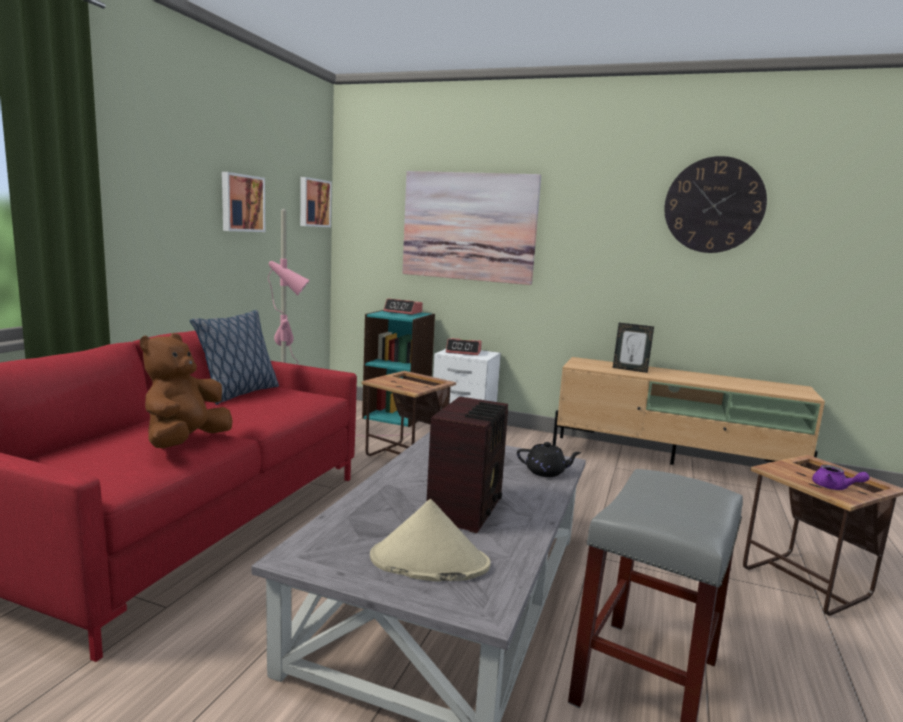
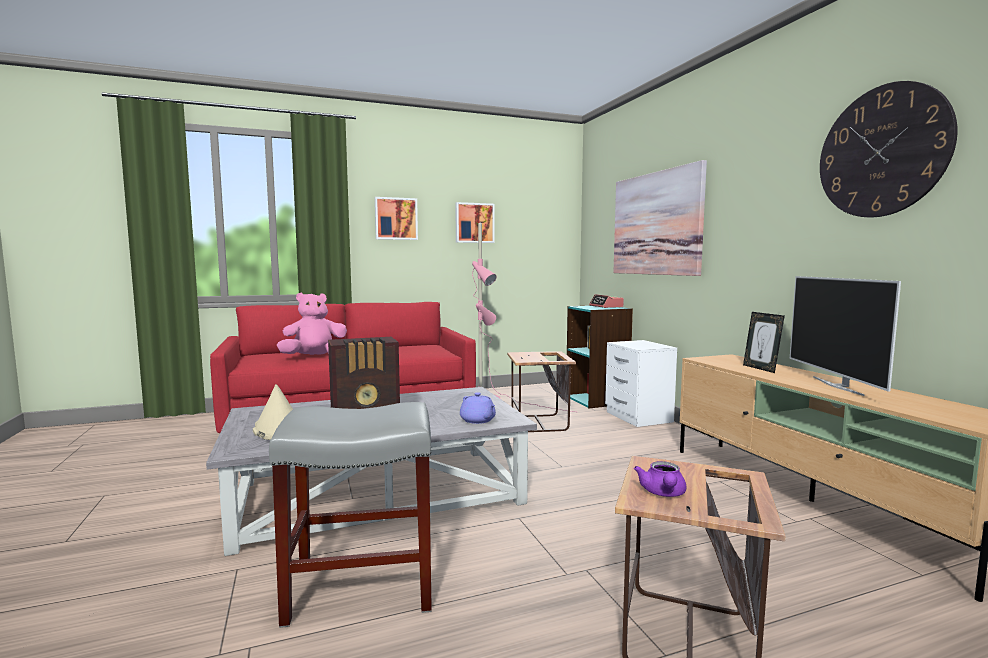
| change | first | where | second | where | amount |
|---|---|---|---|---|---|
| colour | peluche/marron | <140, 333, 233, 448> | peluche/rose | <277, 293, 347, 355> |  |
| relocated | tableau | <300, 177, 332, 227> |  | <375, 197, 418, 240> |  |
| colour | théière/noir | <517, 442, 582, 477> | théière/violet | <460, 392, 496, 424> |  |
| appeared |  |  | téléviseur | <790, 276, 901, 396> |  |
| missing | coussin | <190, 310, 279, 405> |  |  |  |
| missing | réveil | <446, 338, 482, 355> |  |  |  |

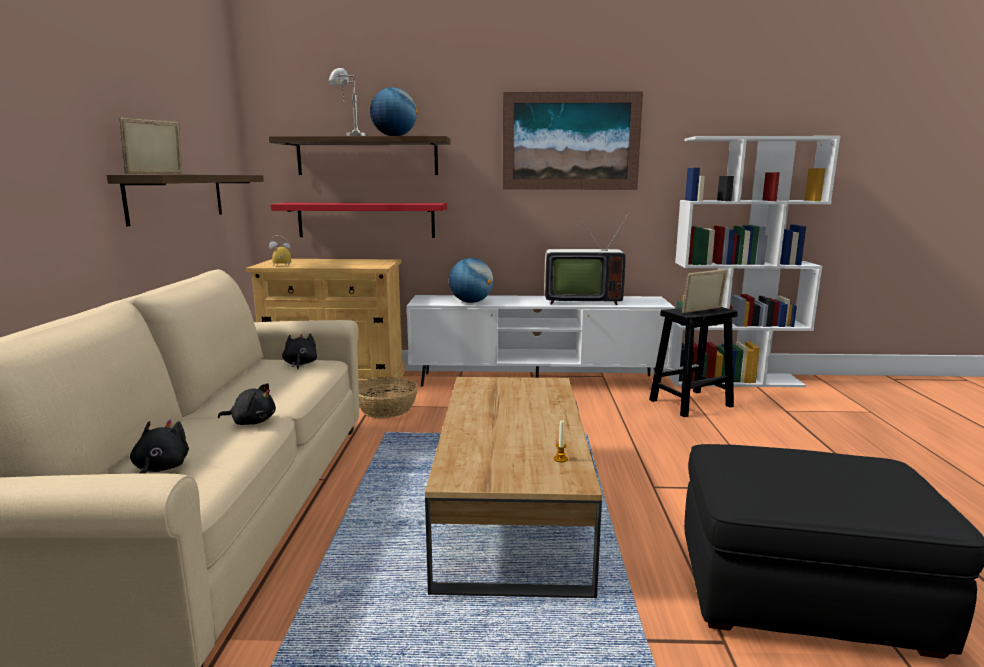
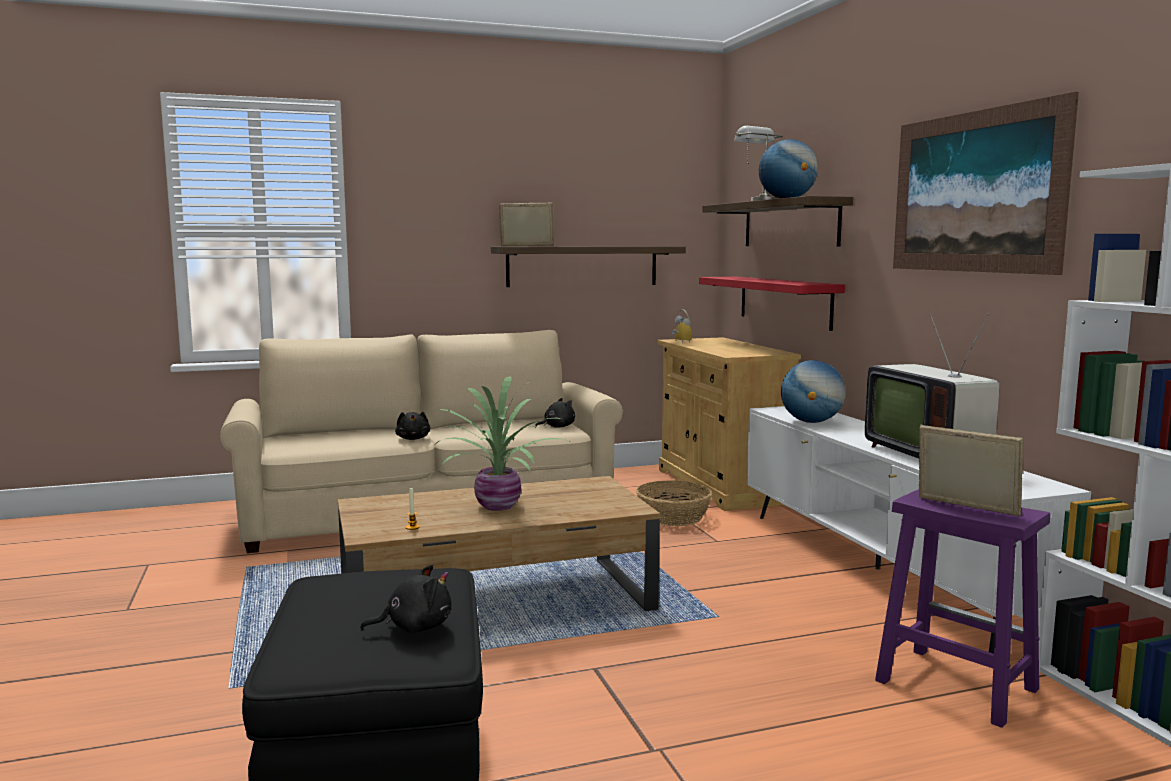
| change | first | where | second | where | amount |
|---|---|---|---|---|---|
| relocated | peluche/noir | <130, 420, 189, 473> |  | <360, 564, 452, 633> |  |
| appeared |  |  | plante en pot | <437, 376, 574, 511> |  |
| colour | tabouret/noir | <649, 307, 738, 417> | tabouret/violet | <875, 489, 1050, 728> |  |

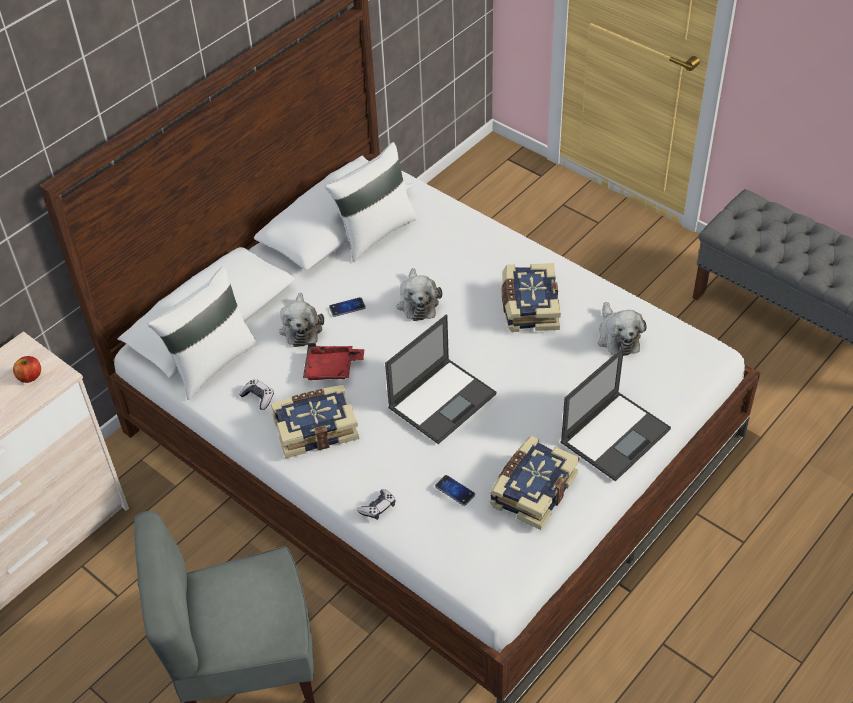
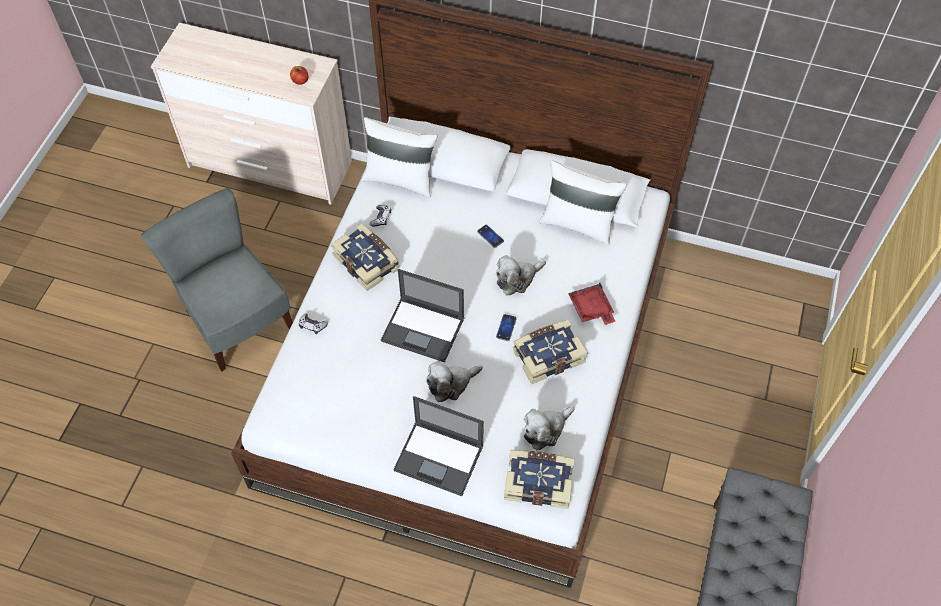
| change | first | where | second | where | amount |
|---|---|---|---|---|---|
| relocated | peluche | <279, 293, 324, 347> |  | <426, 361, 483, 402> |  |
| relocated | téléphone | <435, 475, 475, 506> |  | <496, 314, 517, 341> |  |
| relocated | livre | <490, 436, 579, 530> |  | <504, 450, 574, 509> |  |
| relocated | plateau/rouge | <303, 343, 364, 380> |  | <568, 283, 615, 325> |  |

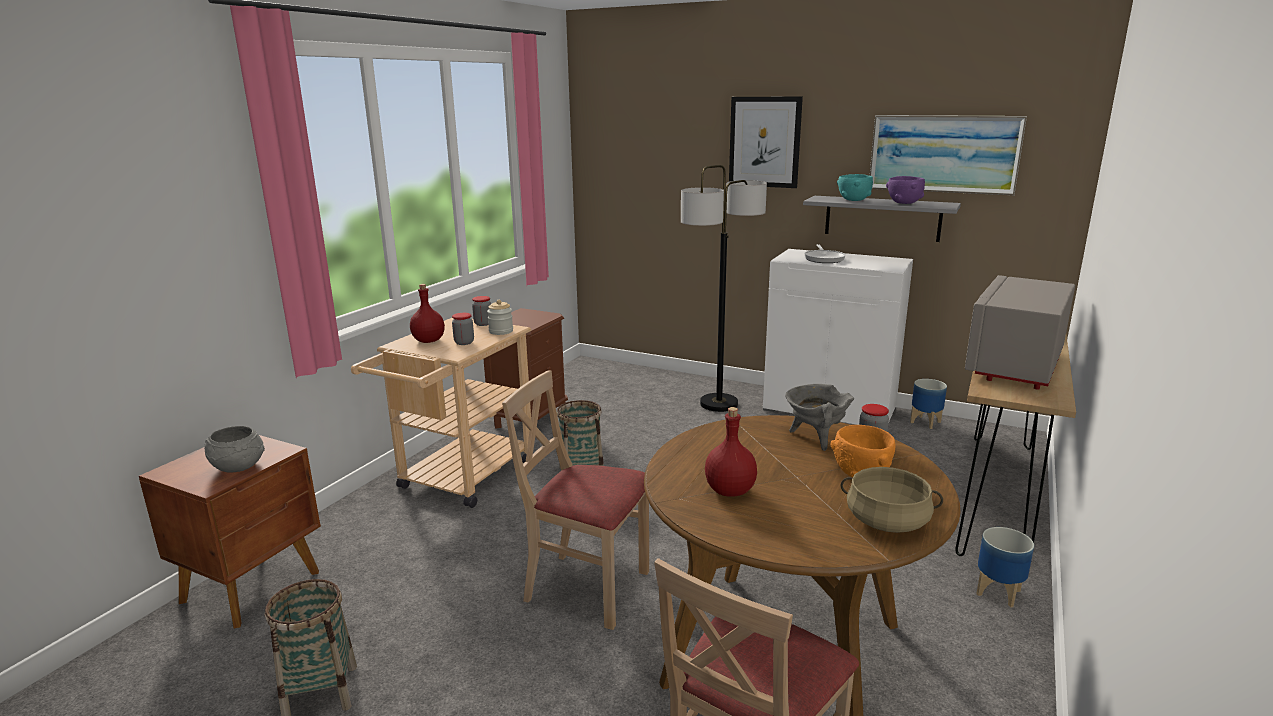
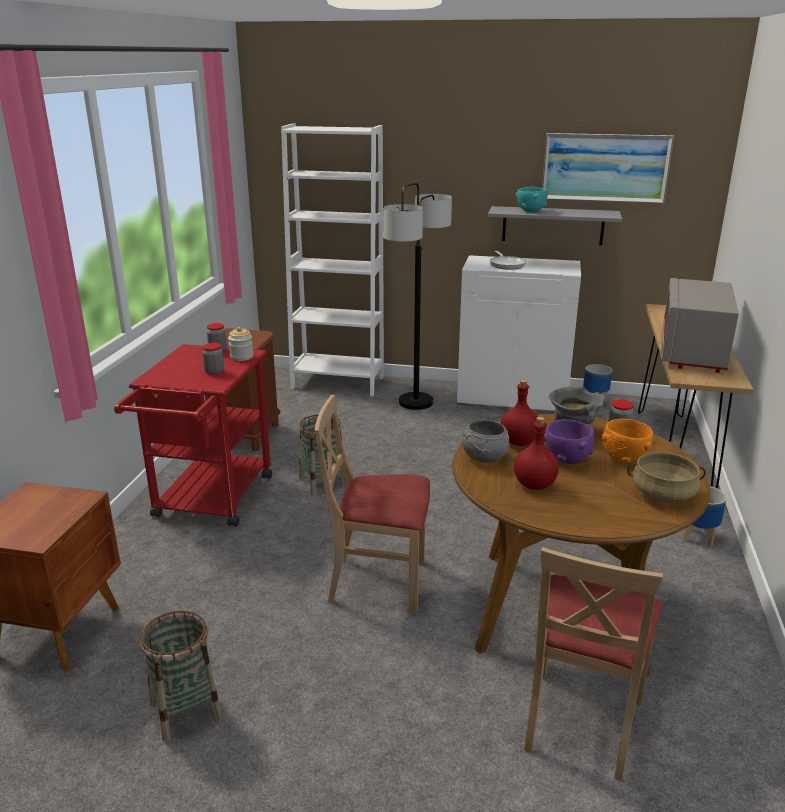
| change | first | where | second | where | amount |
|---|---|---|---|---|---|
| colour | chariot/beige | <351, 318, 531, 508> | chariot/rouge | <114, 344, 272, 527> |  |
| appeared |  |  | bibliothèque/blanc | <281, 123, 384, 396> |  |
| relocated | bol/gris | <204, 426, 265, 472> |  | <462, 420, 509, 463> |  |
| relocated | bouteille/rouge | <410, 284, 445, 343> |  | <501, 380, 538, 446> |  |
| relocated | bol/violet | <886, 176, 925, 204> |  | <544, 419, 594, 464> |  |
| missing | tableau | <729, 96, 803, 188> |  |  |  |

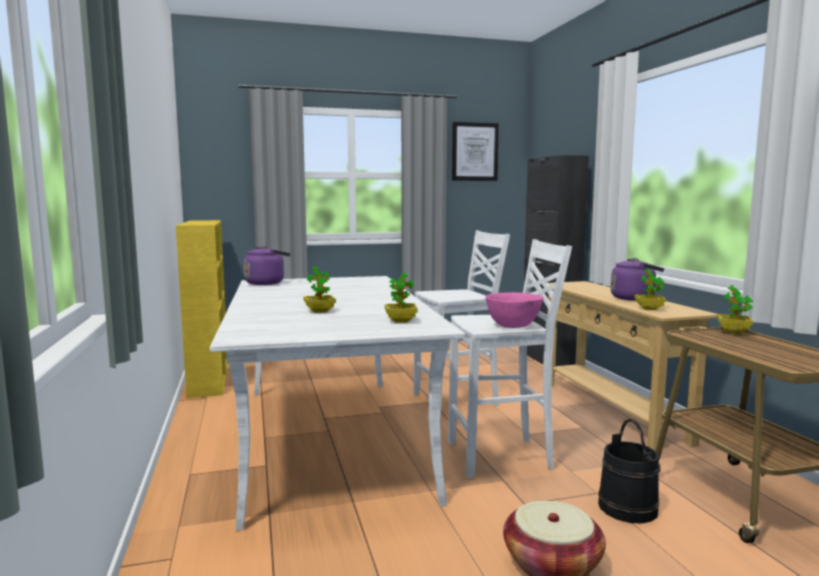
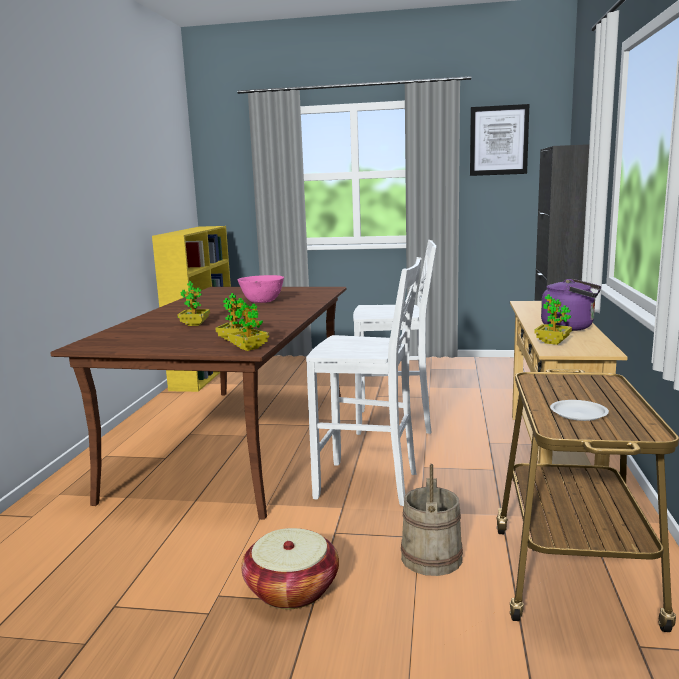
| change | first | where | second | where | amount |
|---|---|---|---|---|---|
| colour | table à manger/blanc | <210, 276, 465, 531> | table à manger/marron | <50, 287, 347, 520> |  |
| relocated | plante en pot | <717, 285, 753, 333> |  | <228, 298, 269, 351> |  |
| relocated | bol/rose | <485, 292, 543, 328> |  | <238, 275, 284, 303> |  |
| colour | seau/noir | <598, 419, 659, 524> | seau/beige | <401, 464, 463, 576> |  |
| appeared |  |  | assiette/blanc | <550, 400, 609, 421> |  |
| missing | bouilloire/violet | <244, 246, 291, 285> |  |  |  |

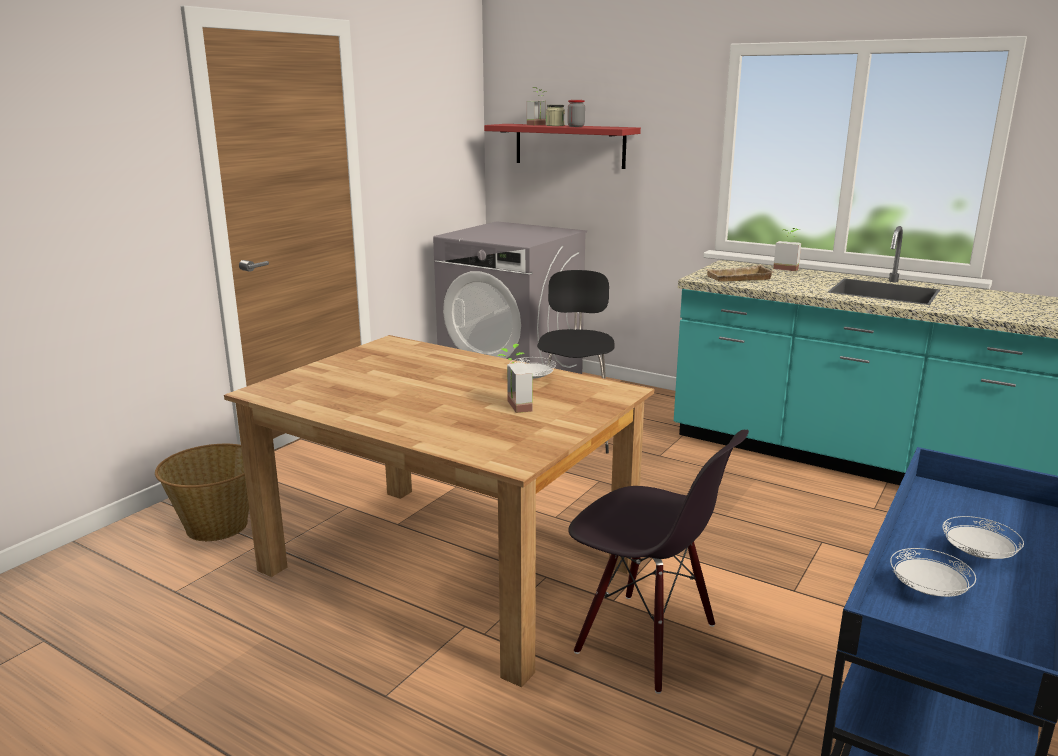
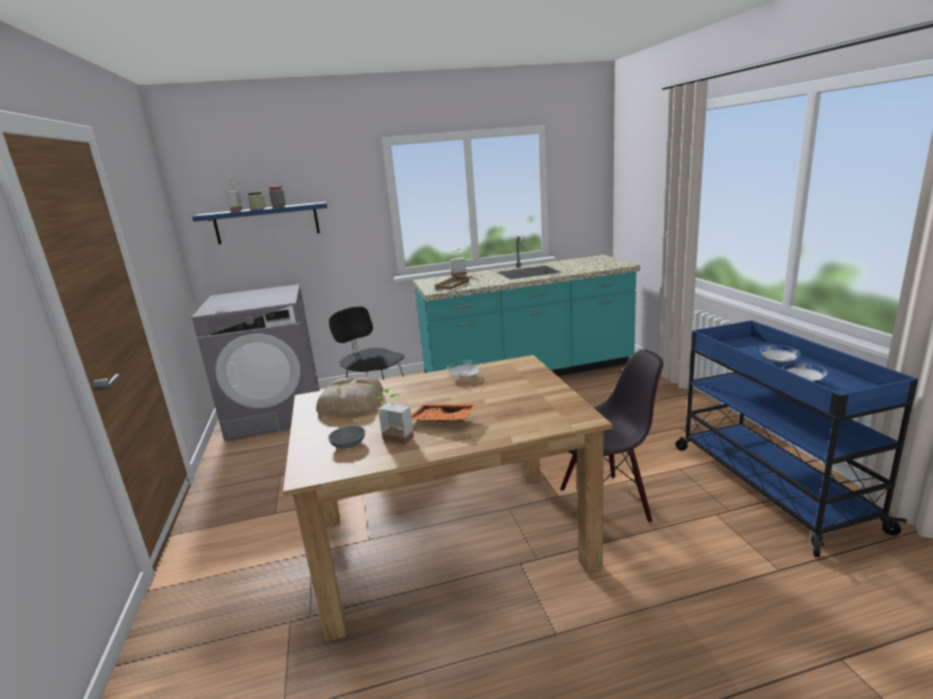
| change | first | where | second | where | amount |
|---|---|---|---|---|---|
| colour | étagère/rouge | <484, 124, 641, 169> | étagère/bleu | <192, 202, 327, 244> |  |
| appeared |  |  | pain | <316, 377, 383, 416> |  |
| appeared |  |  | bol/gris | <328, 426, 365, 449> |  |
| relocated | plante en pot | <498, 344, 533, 413> |  | <376, 389, 414, 444> |  |
| appeared |  |  | plateau/orange | <411, 403, 478, 422> |  |
| missing | panier | <155, 444, 249, 541> |  |  |  |

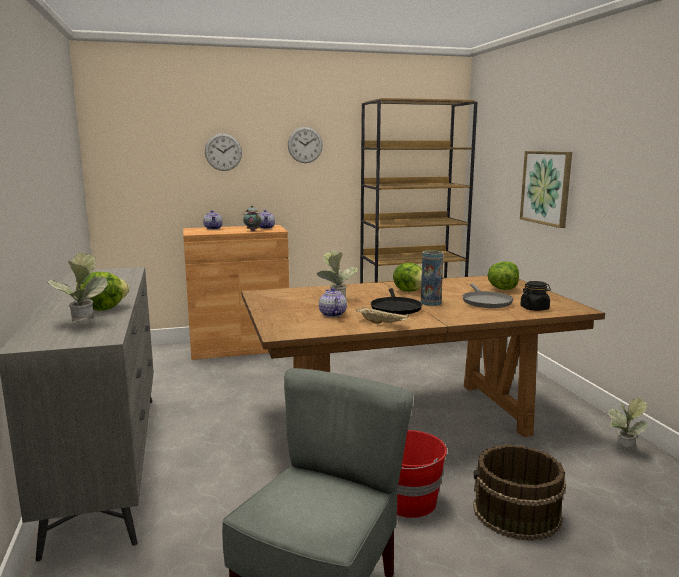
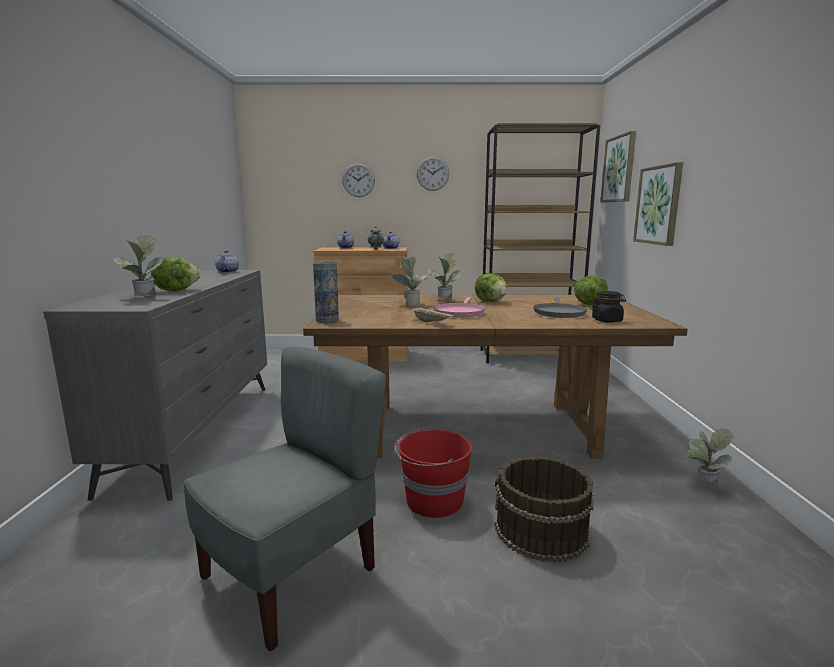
| change | first | where | second | where | amount |
|---|---|---|---|---|---|
| relocated | théière | <319, 288, 347, 317> |  | <215, 250, 239, 273> |  |
| relocated | vase | <421, 250, 444, 306> |  | <313, 262, 339, 323> |  |
| appeared |  |  | plante en pot | <428, 253, 462, 299> |  |
| colour | poêle/noir | <371, 288, 422, 315> | poêle/rose | <434, 297, 485, 317> |  |
| appeared |  |  | tableau | <600, 131, 636, 202> |  |

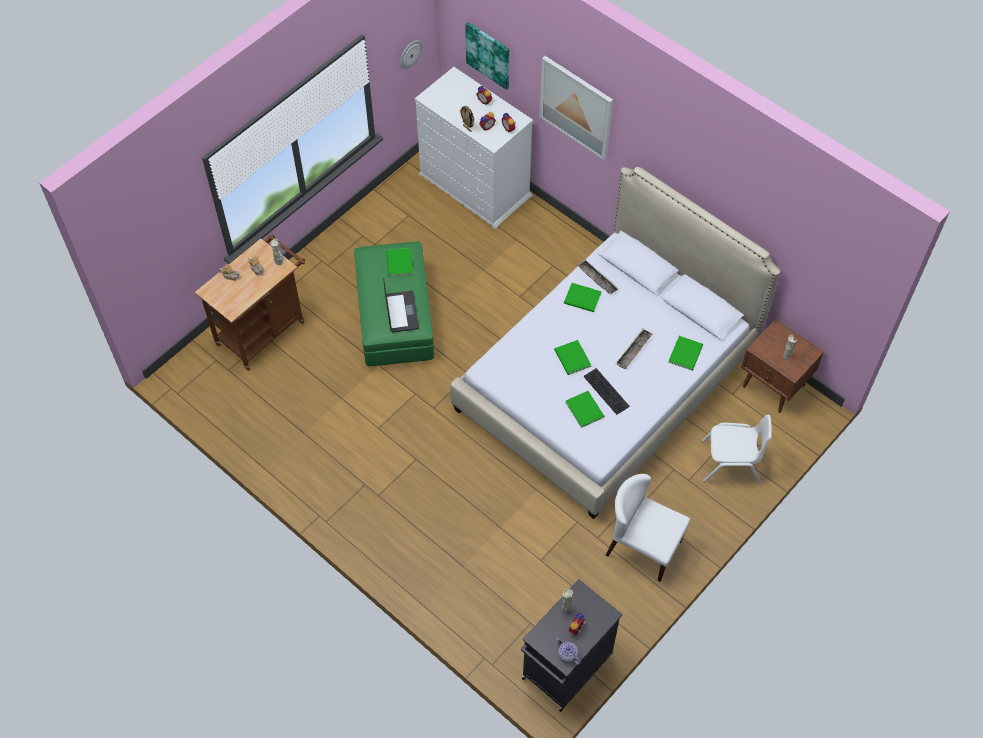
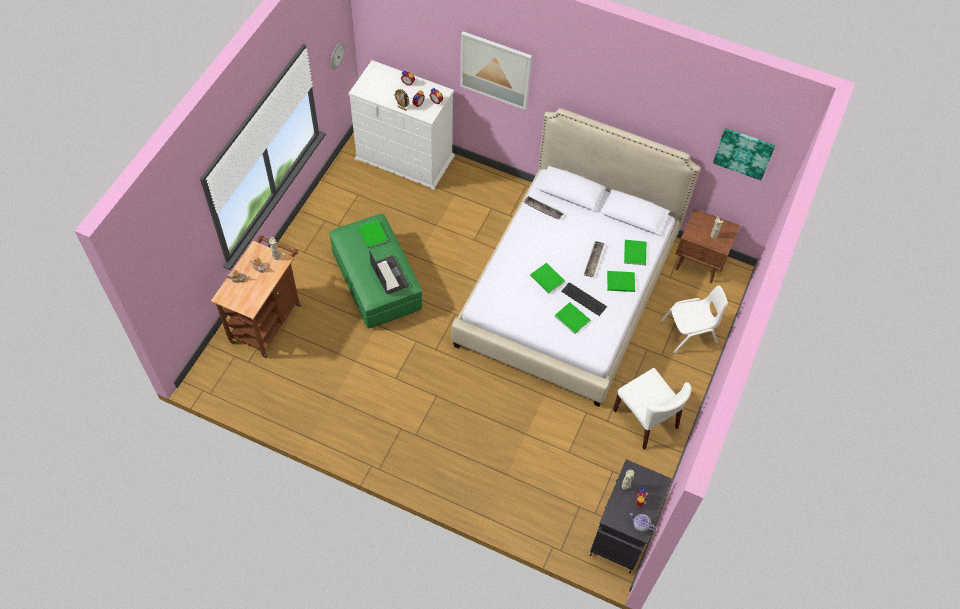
| change | first | where | second | where | amount |
|---|---|---|---|---|---|
| relocated | livre/vert | <564, 283, 602, 312> |  | <607, 271, 635, 292> |  |
| spun | chaise/blanc | <606, 474, 690, 582> |  | <613, 368, 692, 450> | 135 degrees counterclockwise |
| relocated | tableau | <465, 22, 509, 90> |  | <713, 128, 775, 180> |  |

